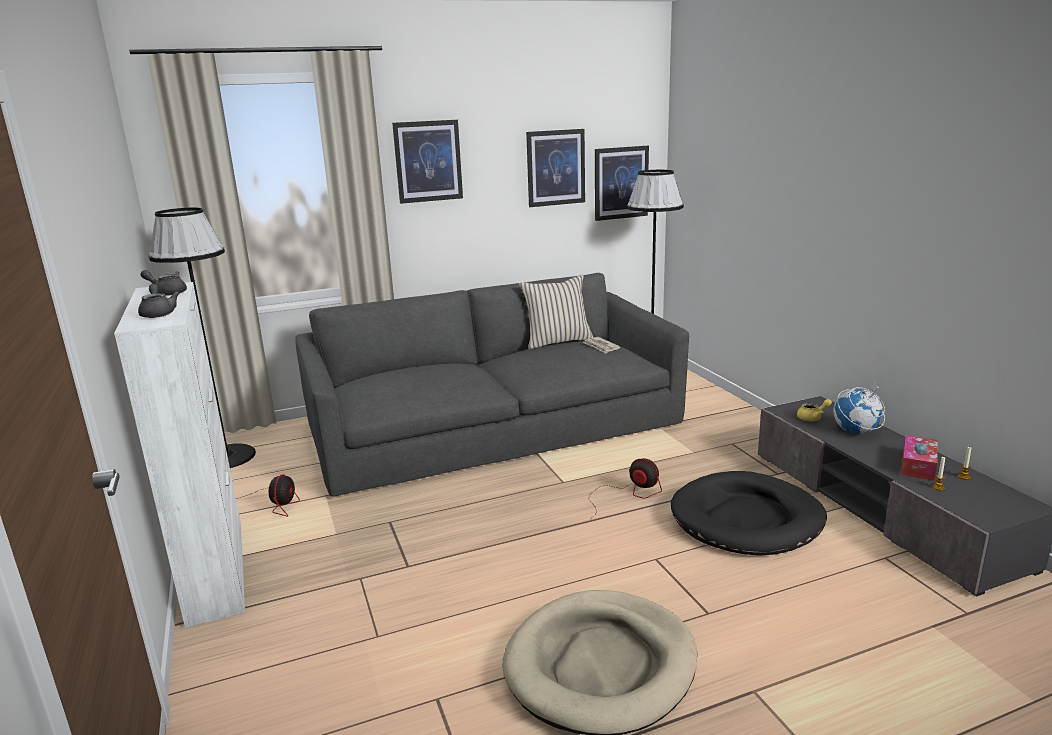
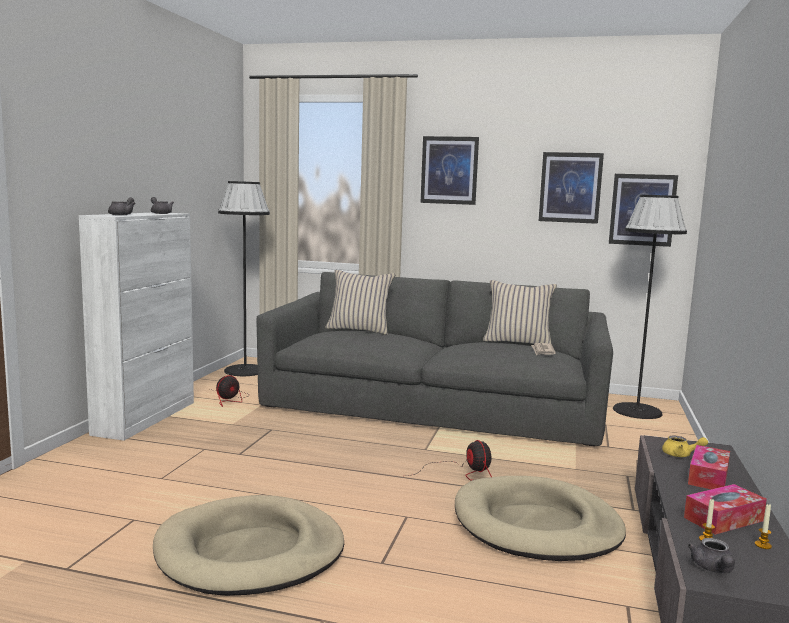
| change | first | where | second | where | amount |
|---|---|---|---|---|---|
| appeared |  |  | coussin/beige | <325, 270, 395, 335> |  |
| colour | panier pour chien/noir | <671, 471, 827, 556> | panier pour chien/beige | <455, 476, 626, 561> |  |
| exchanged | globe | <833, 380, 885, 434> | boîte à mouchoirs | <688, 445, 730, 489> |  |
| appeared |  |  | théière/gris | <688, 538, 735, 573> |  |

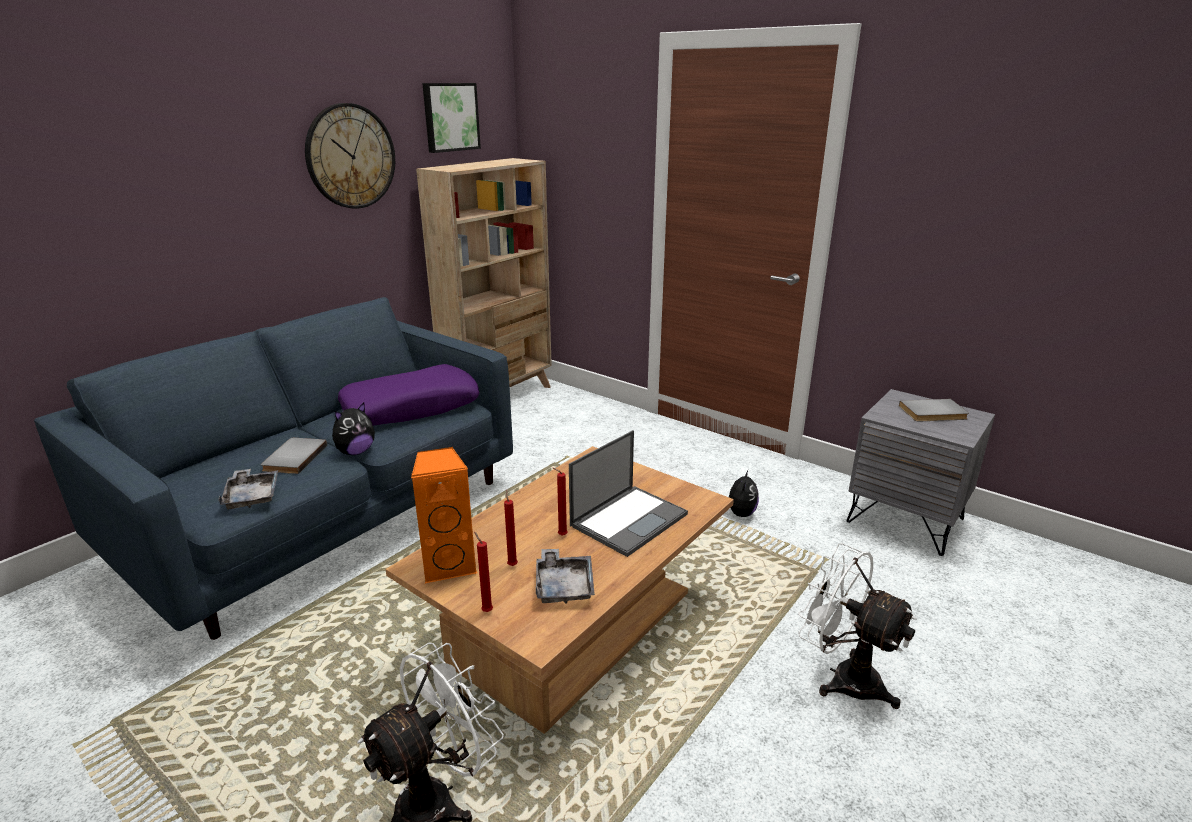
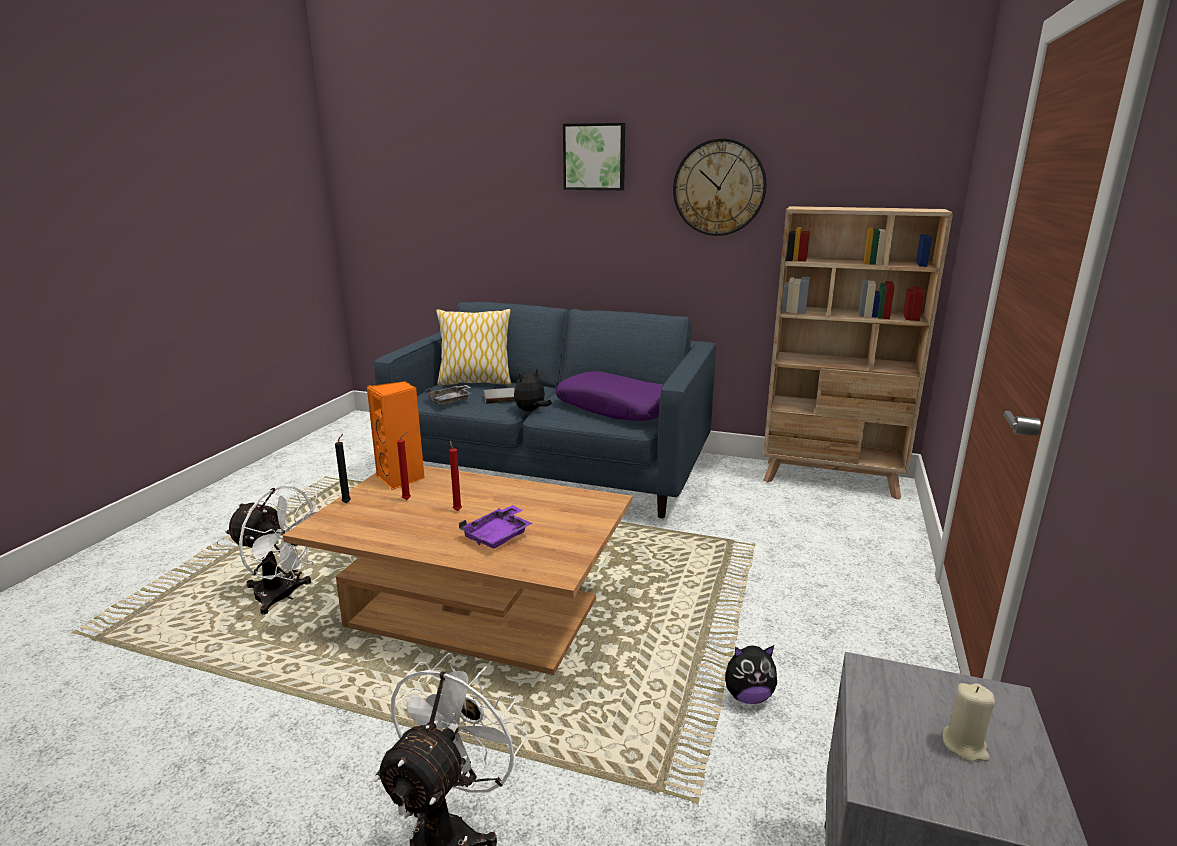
| change | first | where | second | where | amount |
|---|---|---|---|---|---|
| colour | bougie/rouge | <474, 532, 493, 612> | bougie/noir | <335, 434, 351, 503> |  |
| appeared |  |  | coussin | <436, 309, 511, 386> |  |
| exchanged | ordinateur portable | <569, 430, 688, 557> | plateau/violet | <459, 505, 532, 548> |  |
| spun | peluche | <332, 403, 375, 455> |  | <514, 367, 552, 412> | 105 degrees clockwise |
| relocated | tableau | <422, 83, 481, 153> |  | <563, 123, 625, 190> |  |
| exchanged | livre/gris | <899, 399, 969, 421> | bougie/beige | <943, 683, 995, 762> |  |
| missing | plateau/gris | <536, 549, 595, 604> |  |  |  |

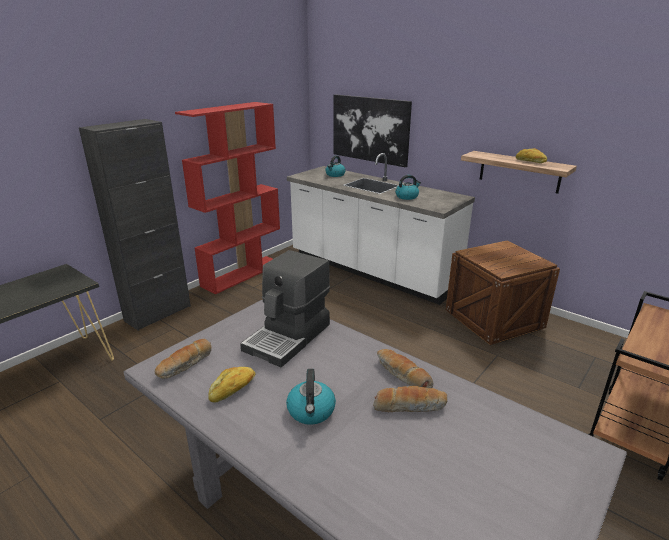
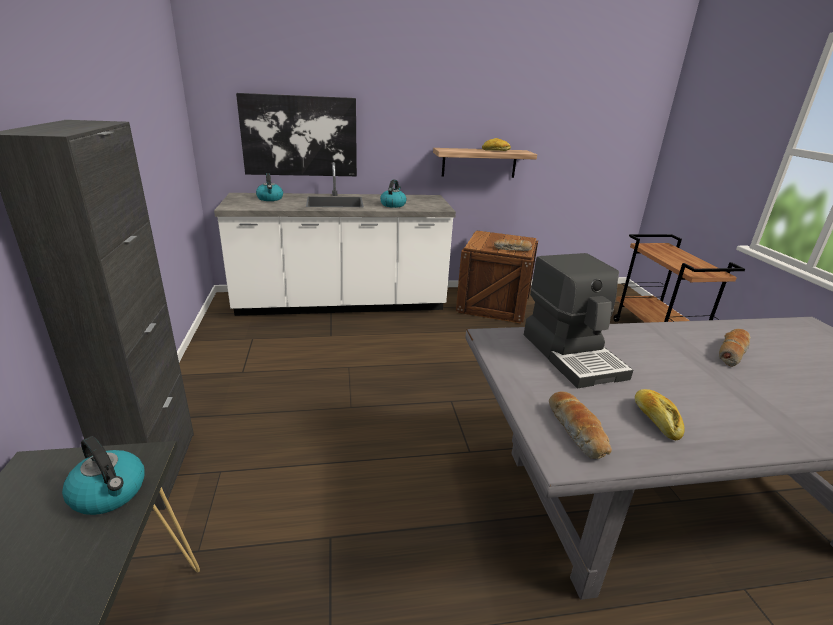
| change | first | where | second | where | amount |
|---|---|---|---|---|---|
| relocated | bouilloire | <286, 369, 336, 425> |  | <62, 436, 145, 515> |  |
| relocated | pain | <377, 349, 434, 388> |  | <494, 239, 532, 251> |  |
| missing | bibliothèque/rouge | <175, 102, 280, 294> |  |  |  |

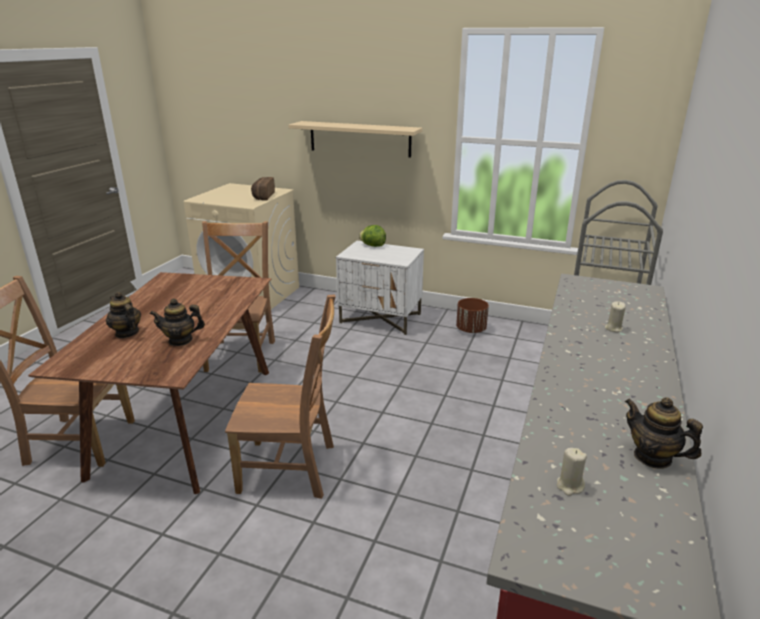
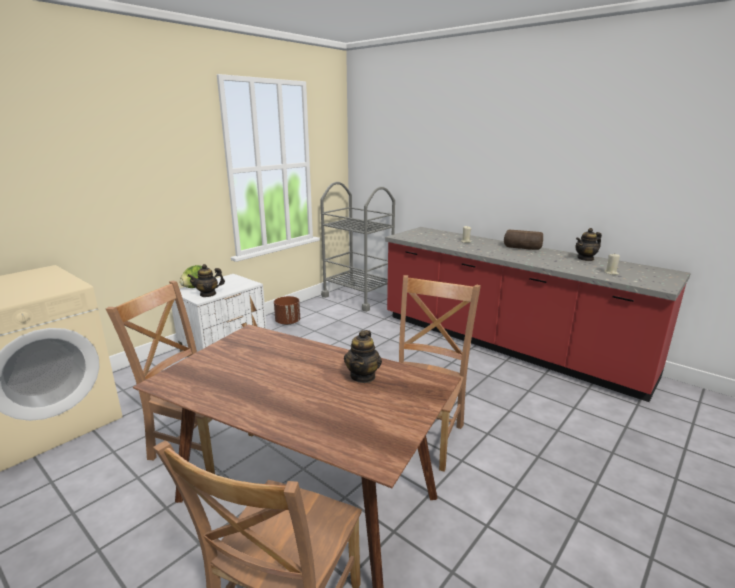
| change | first | where | second | where | amount |
|---|---|---|---|---|---|
| relocated | théière | <106, 292, 141, 338> |  | <187, 264, 225, 297> |  |
| relocated | pain | <251, 177, 275, 200> |  | <504, 230, 543, 250> |  |
| missing | étagère/beige | <288, 121, 422, 158> |  |  |  |

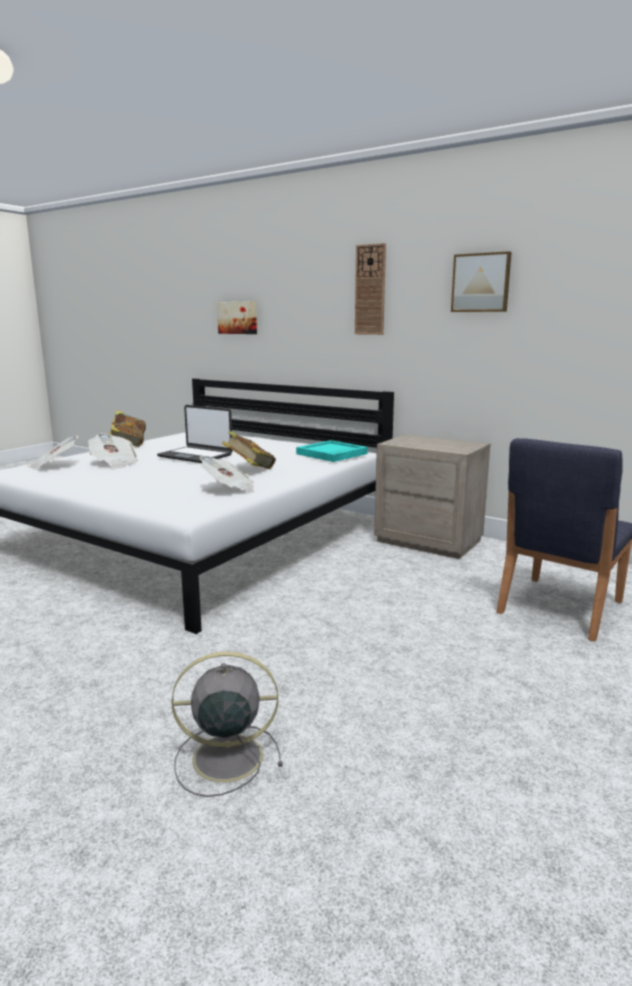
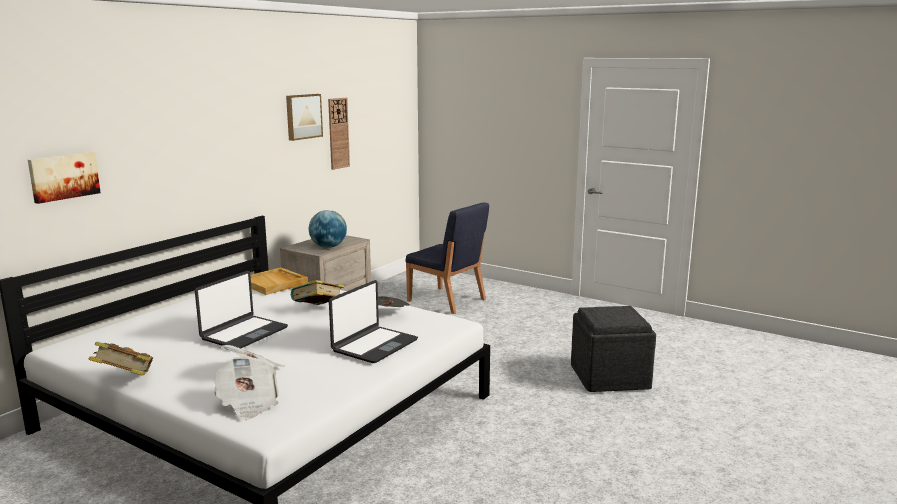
| change | first | where | second | where | amount |
|---|---|---|---|---|---|
| colour | plateau/turquoise | <296, 440, 368, 462> | plateau/beige | <250, 267, 308, 295> |  |
| appeared |  |  | globe | <309, 210, 347, 248> |  |
| relocated | horloge murale | <355, 243, 386, 335> |  | <328, 98, 350, 170> |  |
| appeared |  |  | ordinateur portable | <329, 280, 418, 363> |  |
| exchanged | ventilateur/gris | <171, 651, 283, 797> | pouf/gris | <571, 306, 656, 392> |  |

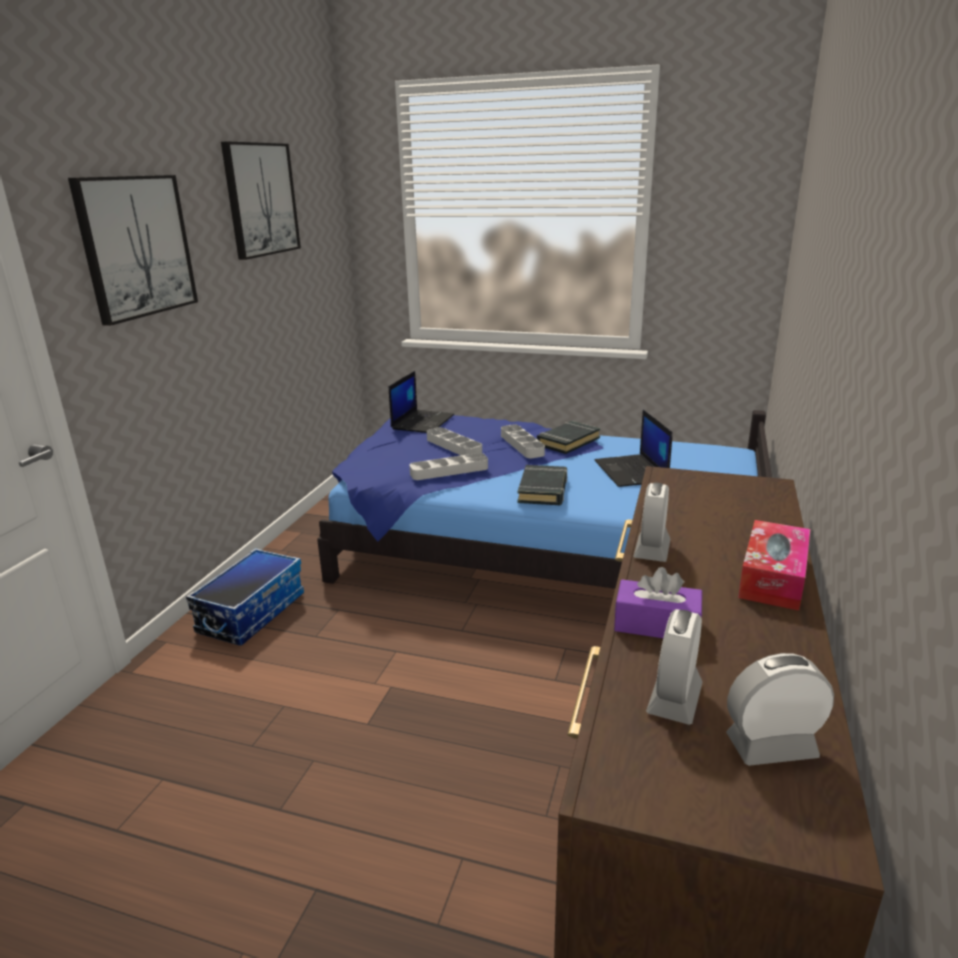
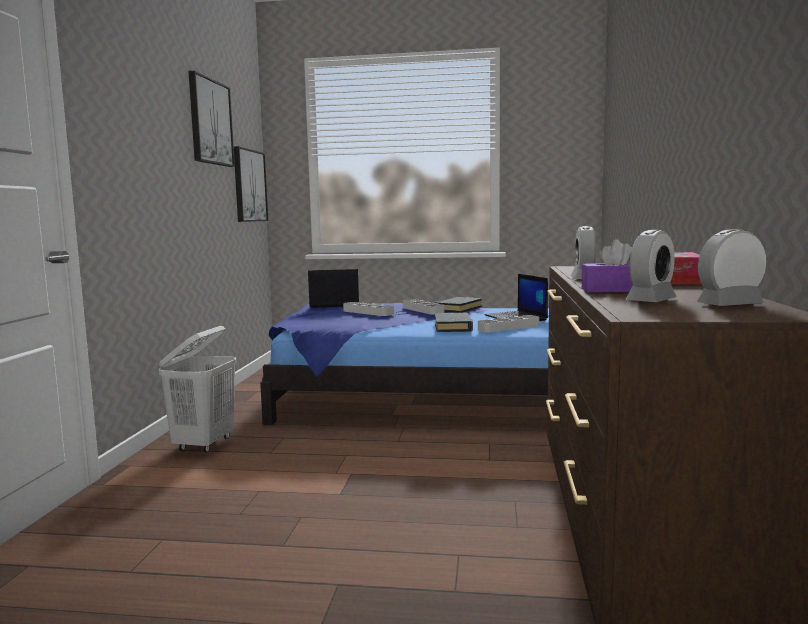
| change | first | where | second | where | amount |
|---|---|---|---|---|---|
| exchanged | boîte de rangement | <186, 548, 304, 646> | panier à linge/blanc | <158, 326, 236, 453> |  |
| relocated | tableau | <68, 175, 198, 326> |  | <234, 146, 268, 222> |  |
| spun | ordinateur portable | <389, 371, 454, 433> |  | <308, 269, 359, 308> | 105 degrees counterclockwise |
| relocated | plateau/gris | <409, 453, 488, 480> |  | <478, 315, 539, 332> |  |
| spun | réveil | <646, 609, 702, 725> |  | <625, 230, 677, 302> | 150 degrees counterclockwise |

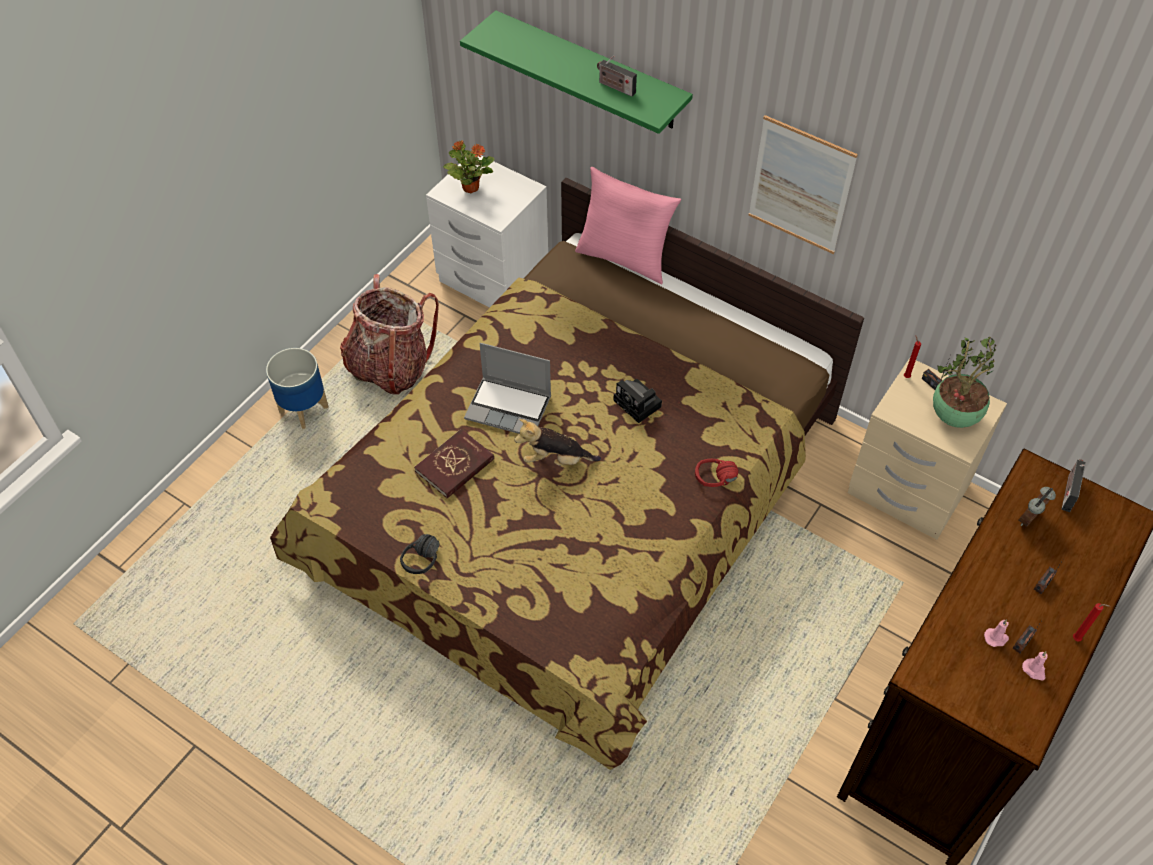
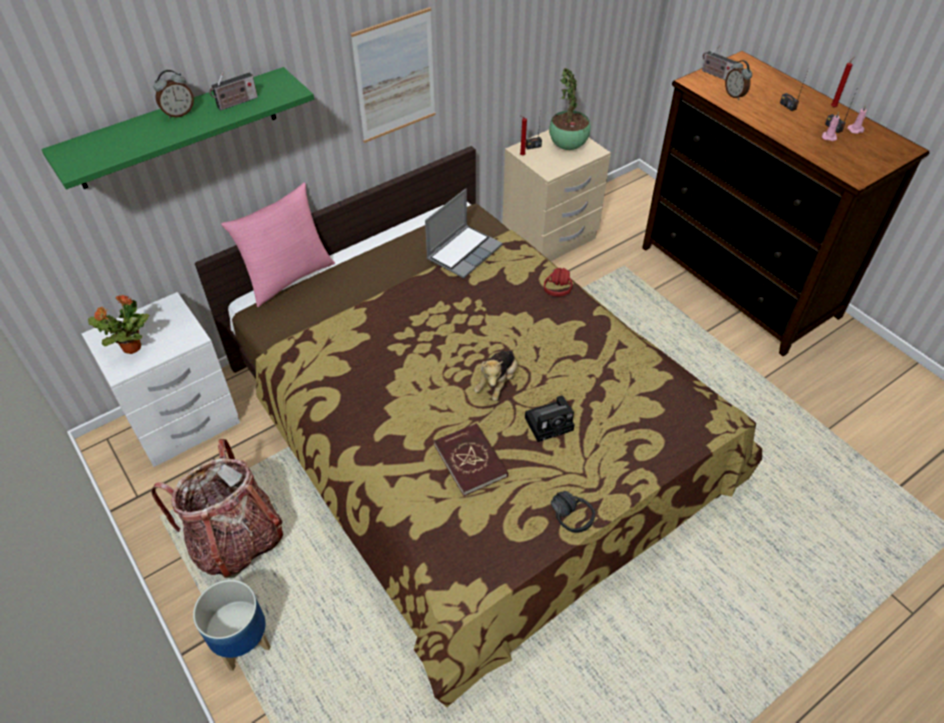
| change | first | where | second | where | amount |
|---|---|---|---|---|---|
| appeared |  |  | réveil | <154, 70, 194, 119> |  |
| relocated | ordinateur portable | <464, 343, 551, 434> |  | <425, 188, 502, 279> |  |
| relocated | appareil photo | <613, 379, 662, 423> |  | <525, 395, 574, 442> |  |

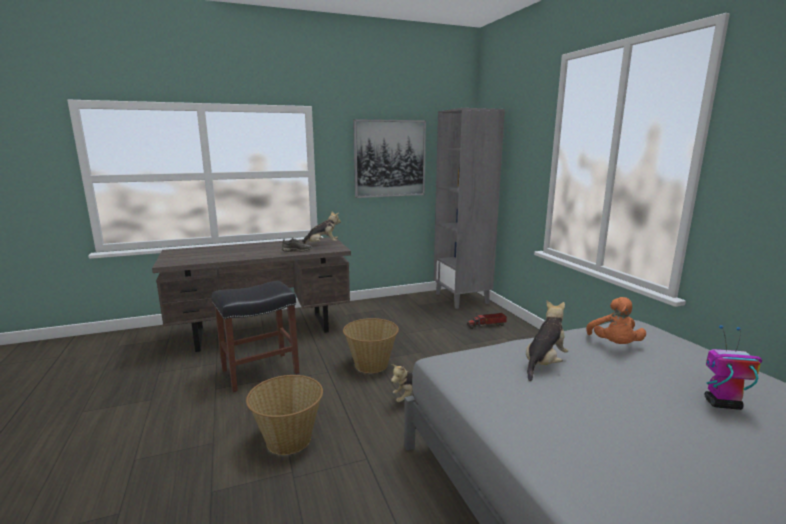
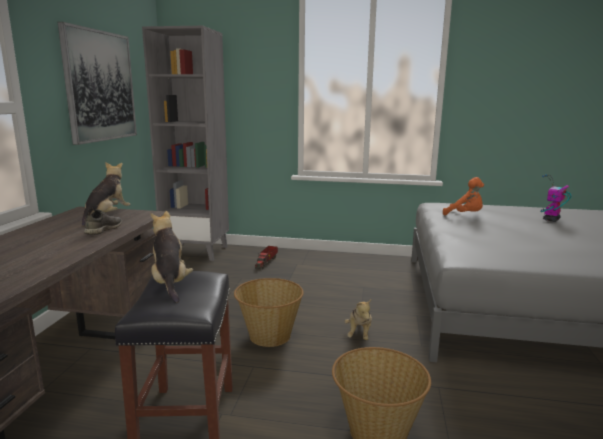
| change | first | where | second | where | amount |
|---|---|---|---|---|---|
| relocated | peluche | <526, 301, 568, 381> |  | <150, 211, 193, 303> |  |

